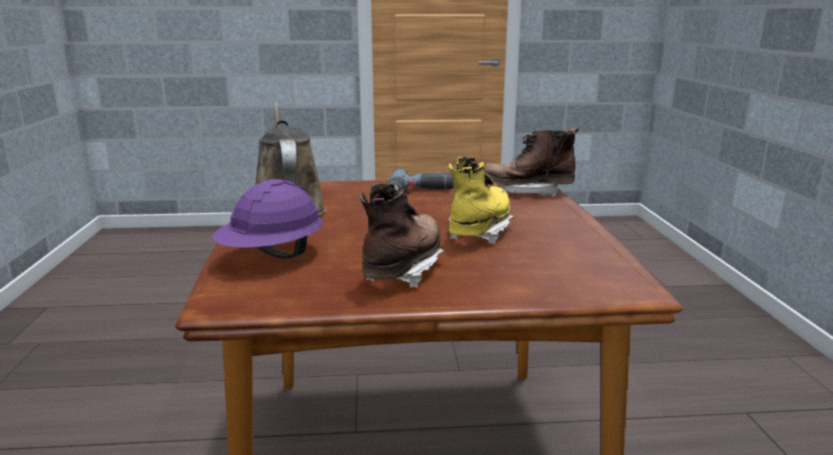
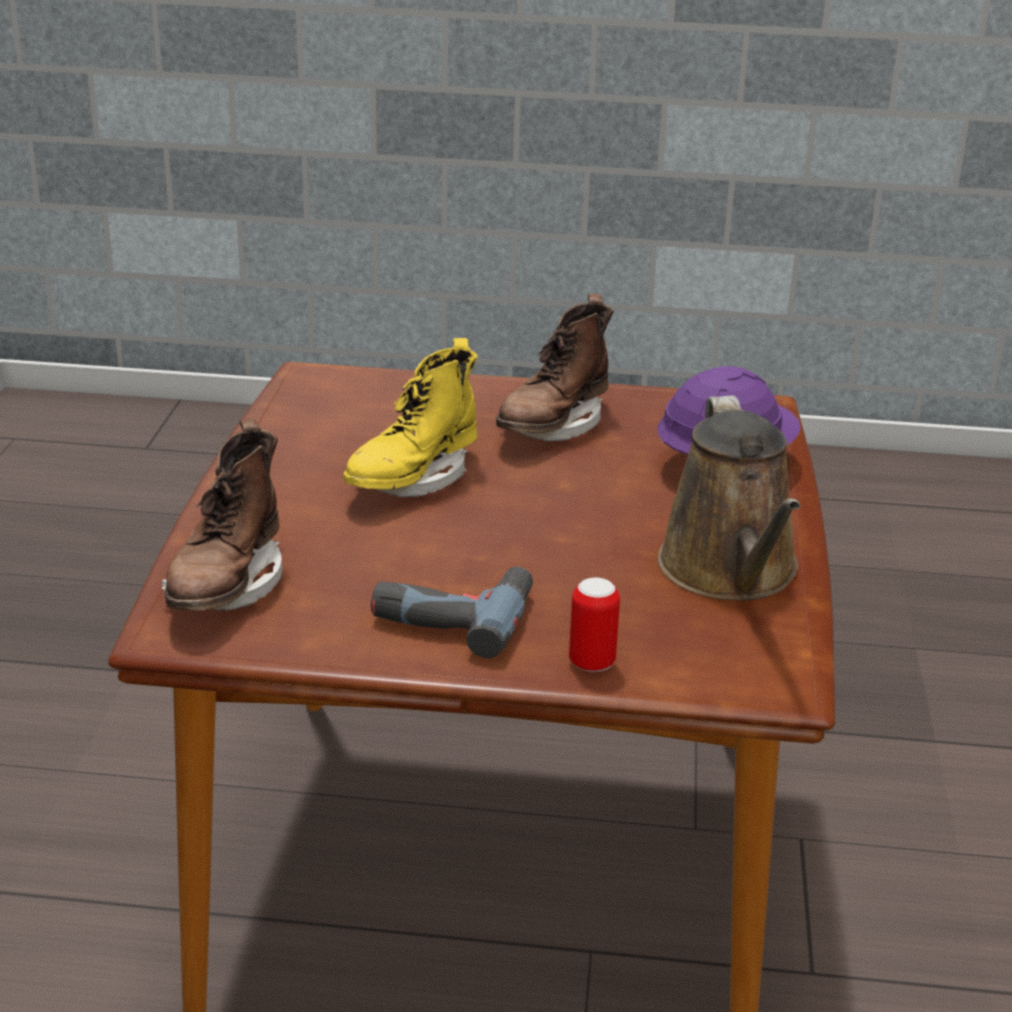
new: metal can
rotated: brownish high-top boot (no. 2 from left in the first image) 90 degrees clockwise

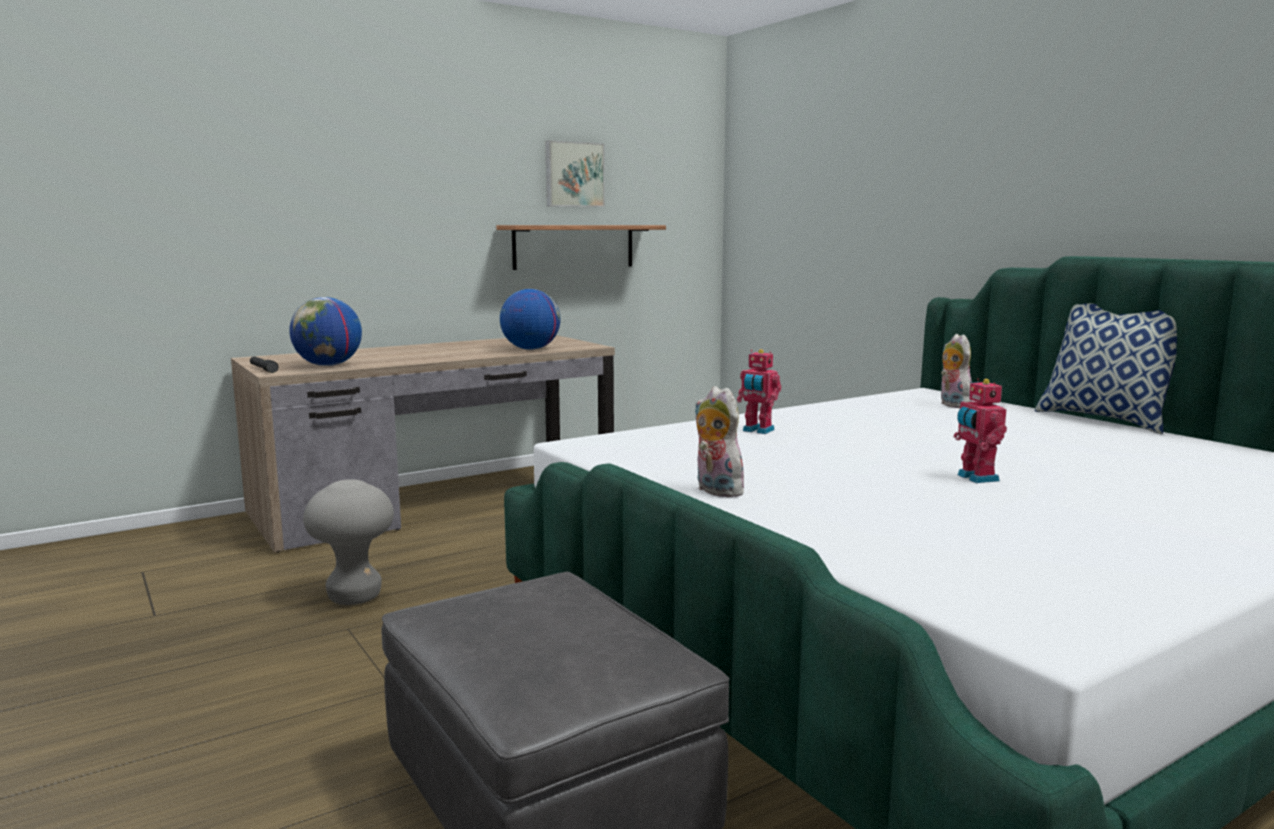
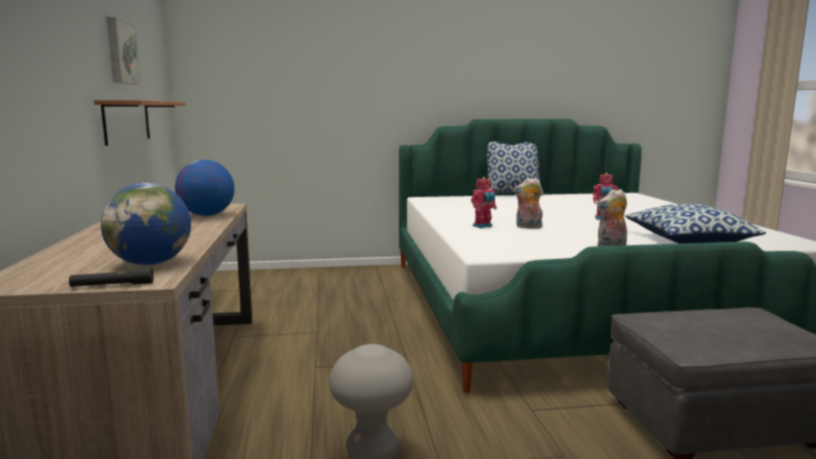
new: throw pillow (no. 2 from left)
shifted: cuddly toy (no. 2 from left in the first image) to cuddly toy (no. 1 from left)

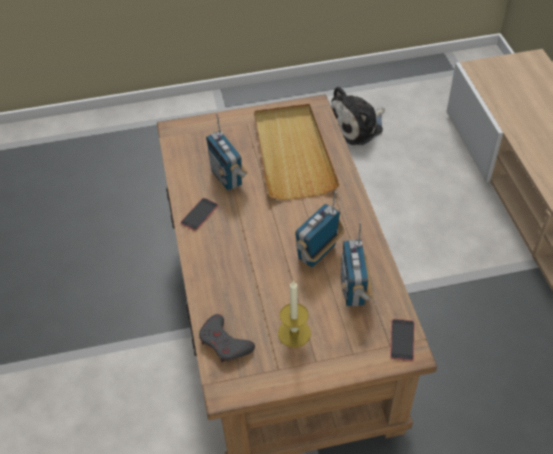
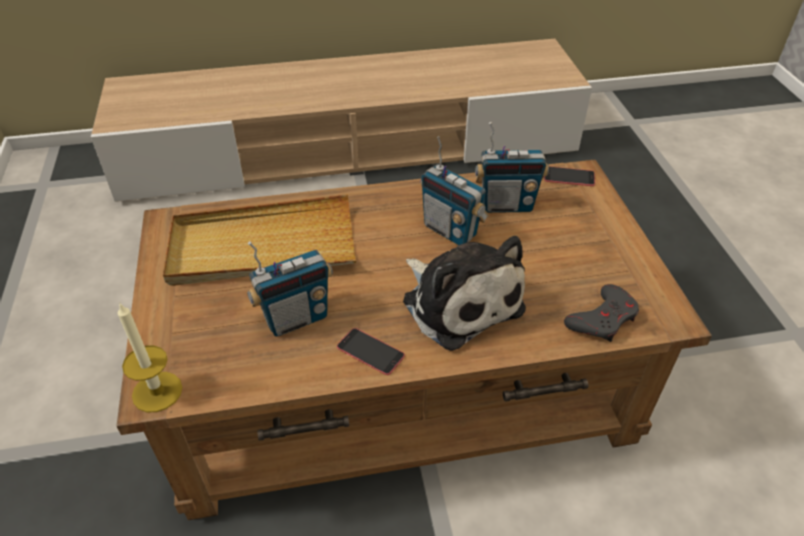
shifted: candle; cuddly toy

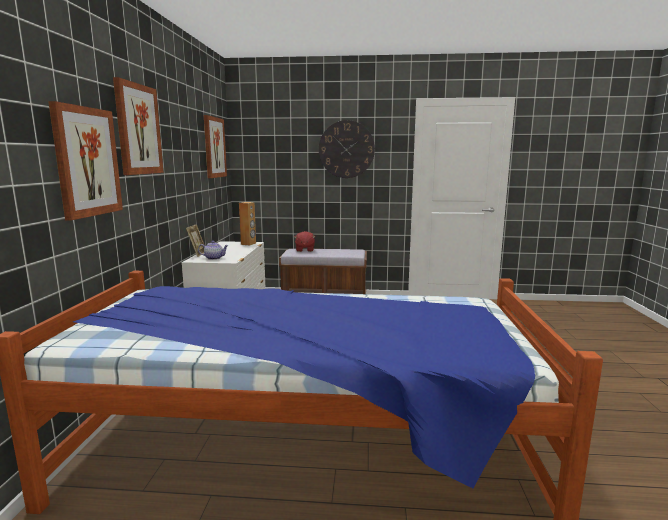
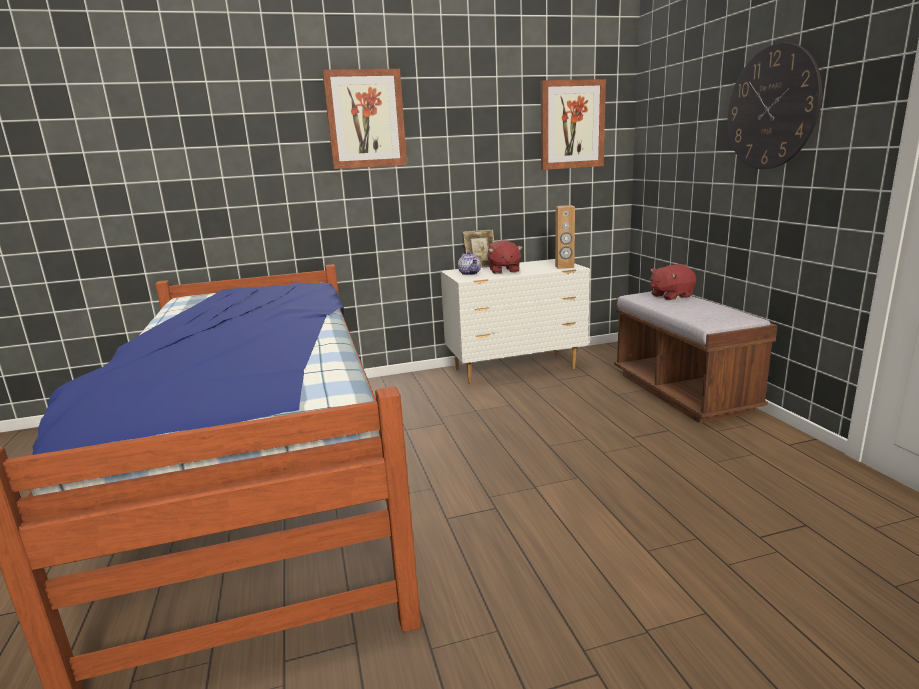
gone: picture (no. 1 from left)
new: reddish cuddly toy (no. 1 from left)

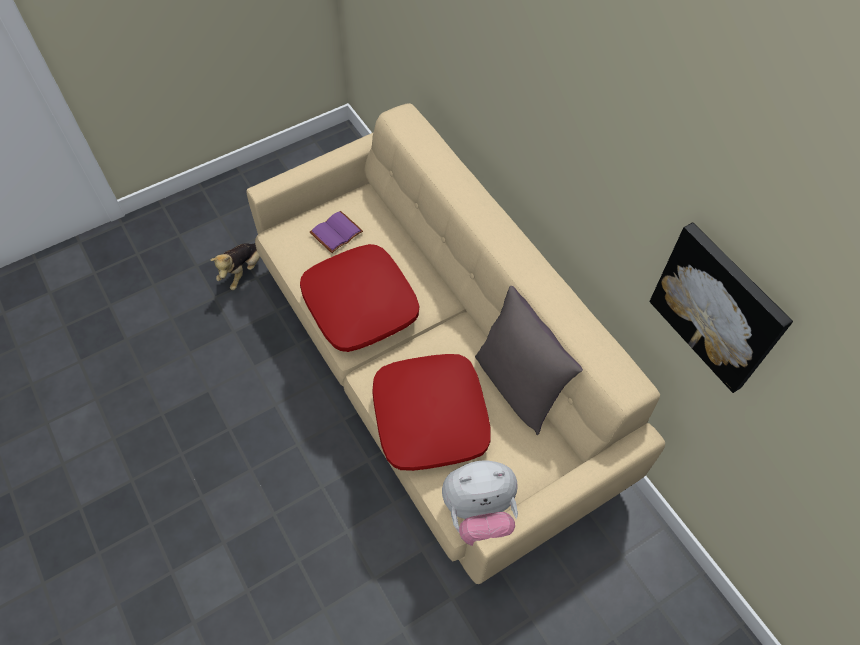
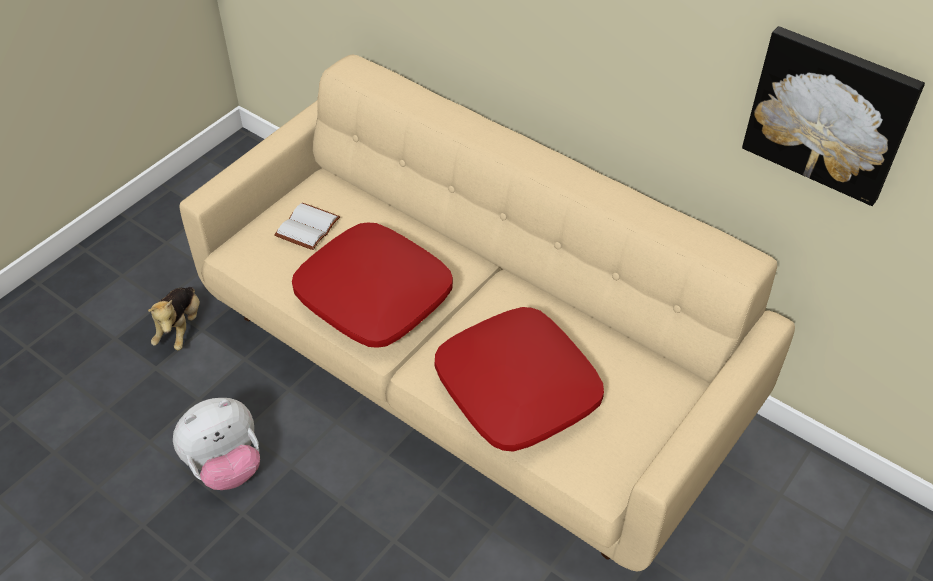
gone: gray throw pillow
shifted: cuddly toy (no. 2 from left)
repainted: purple-coloured bound book to white-coloured bound book

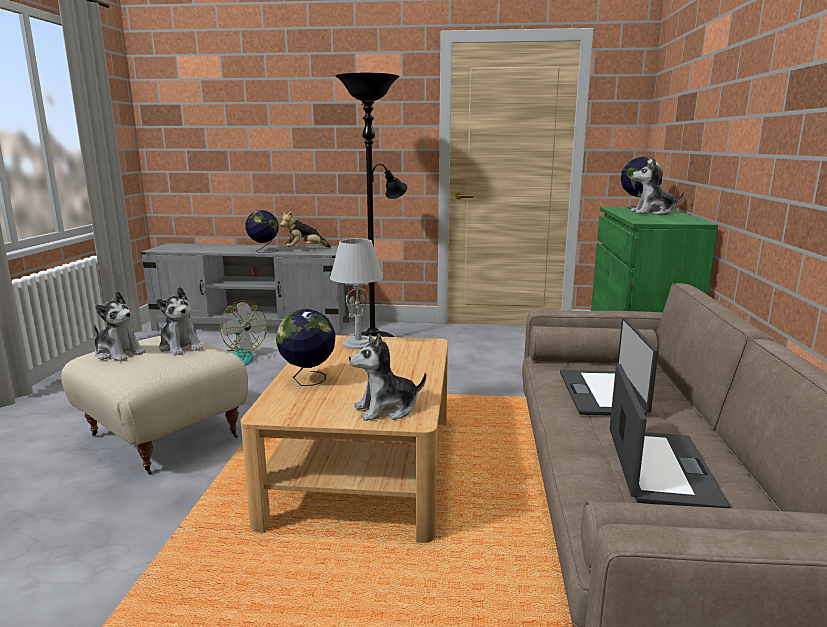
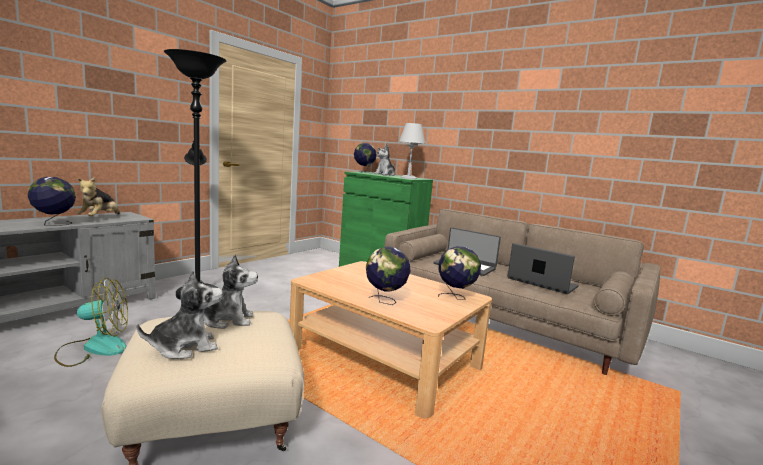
shifted: gray table lamp
swapped: cuddly toy (no. 4 from left) to desk globe (no. 4 from left)

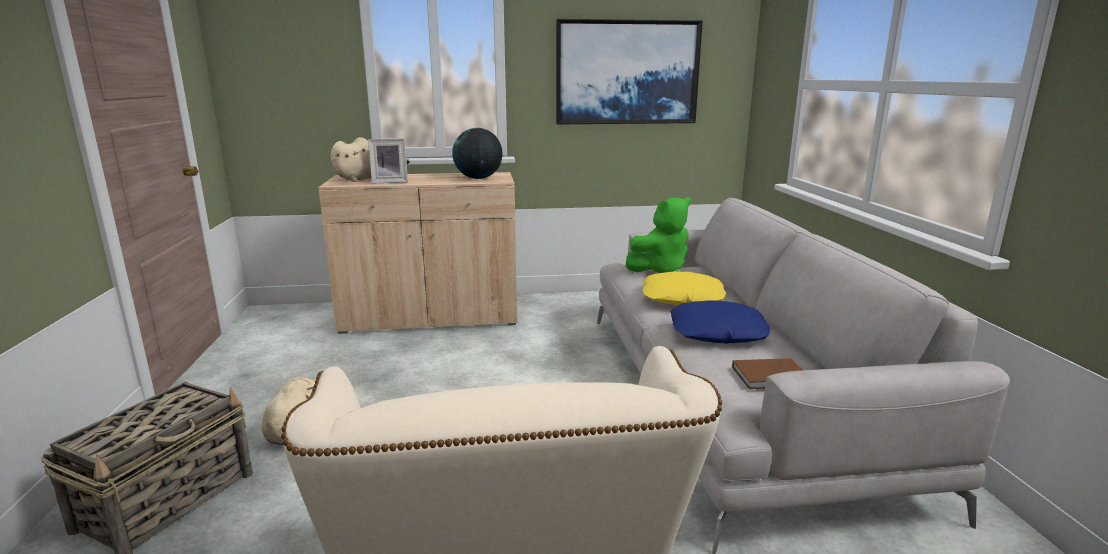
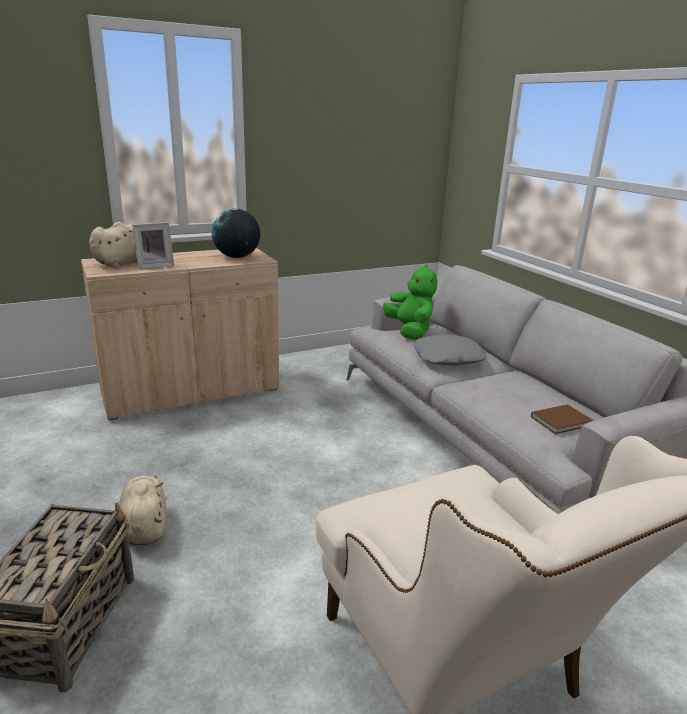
gone: picture; blue-coloured throw pillow
repainted: yellow throw pillow to gray throw pillow
rotated: greenish cuddly toy 60 degrees counterclockwise

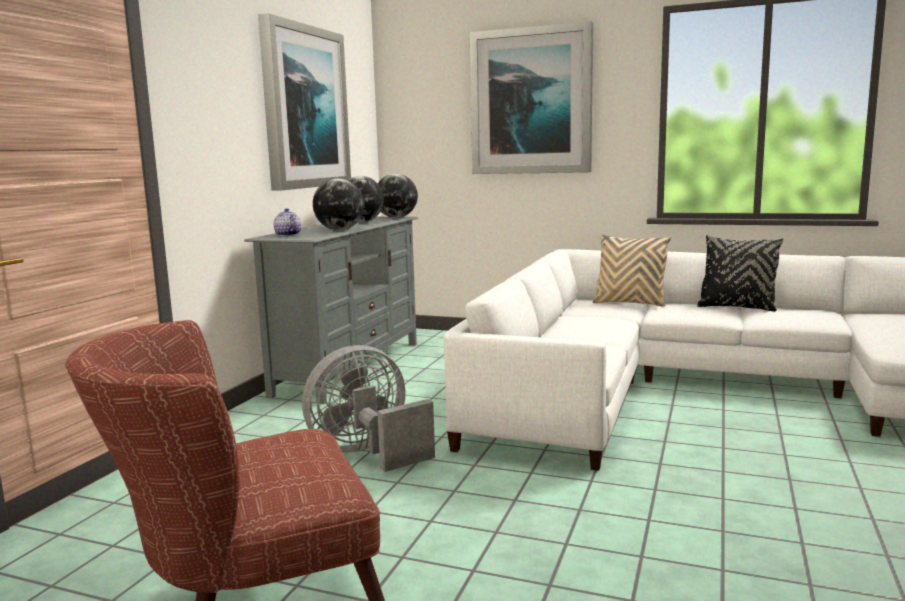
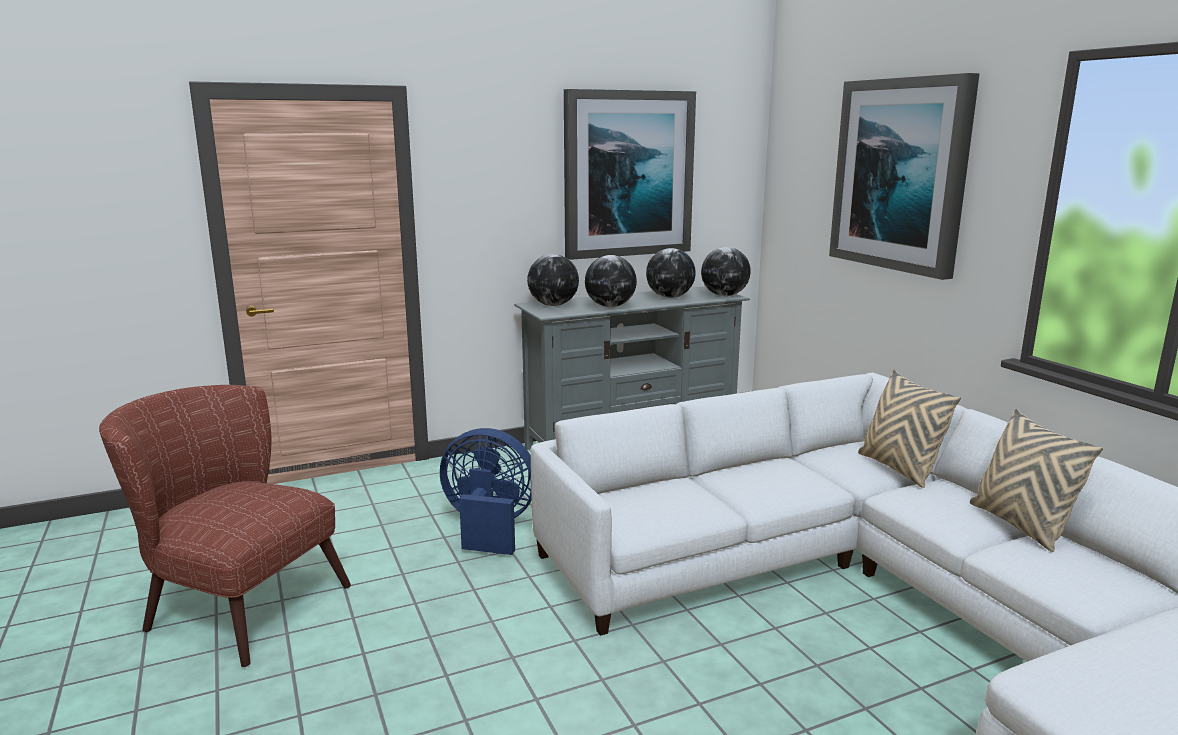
swapped: pot for tea to desk globe (no. 1 from left)
repainted: gray fan to blue-coloured fan; black throw pillow to beige throw pillow (no. 2 from left)

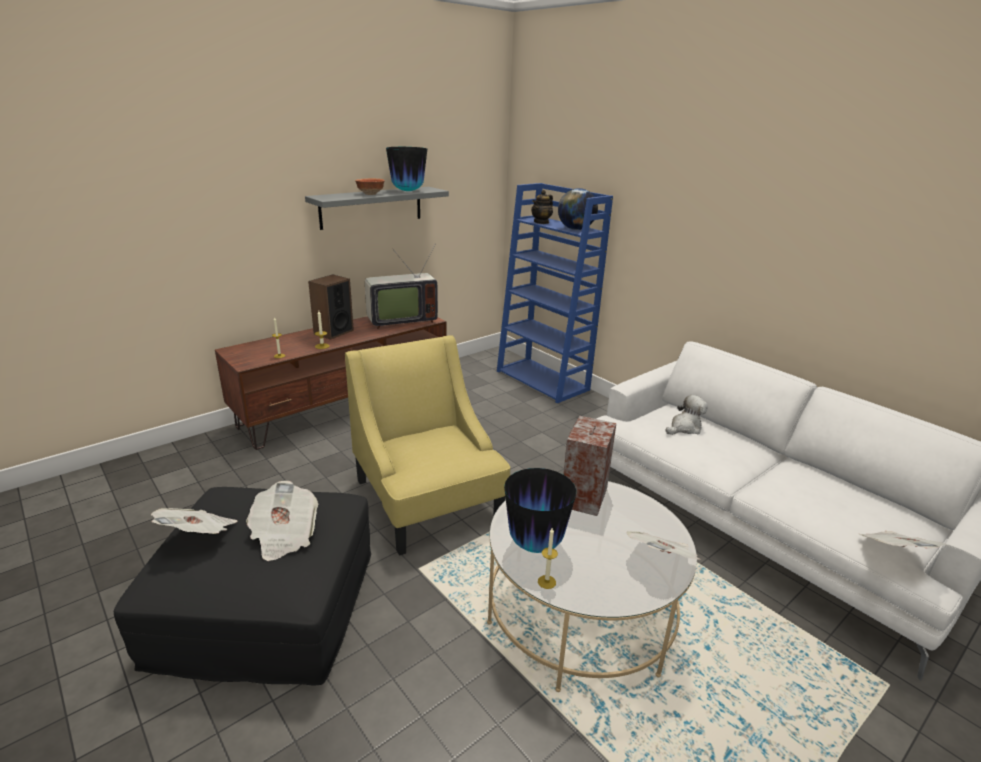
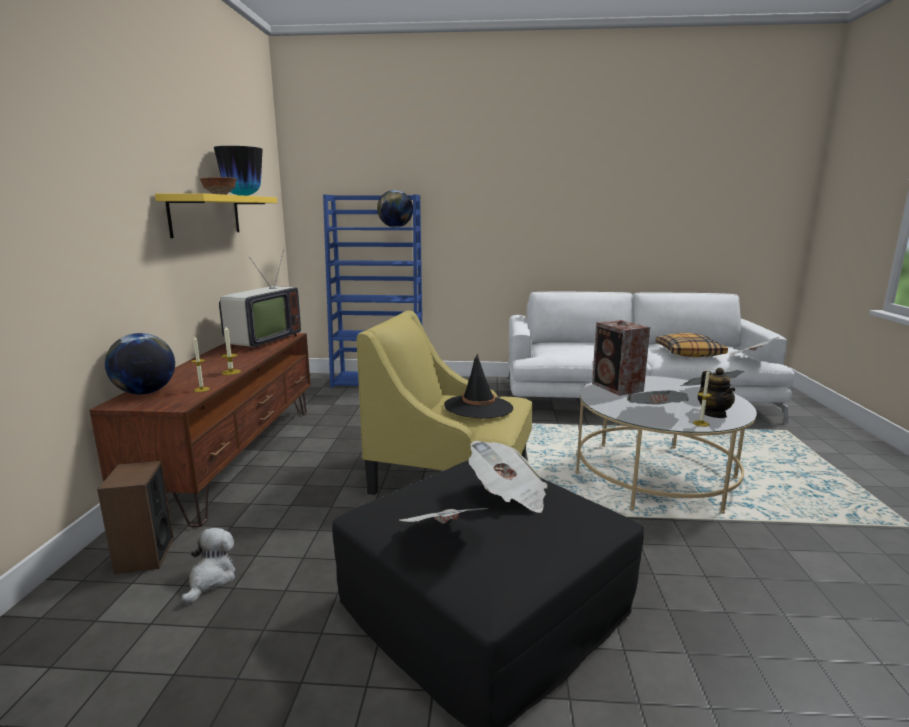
new: desk globe (no. 1 from left); black wearable hat; throw pillow
shifted: speaker (no. 1 from left); cuddly toy; pot for tea
swapped: vase (no. 2 from left) to newspaper (no. 3 from left)
repainted: gray wall shelf to yellow wall shelf

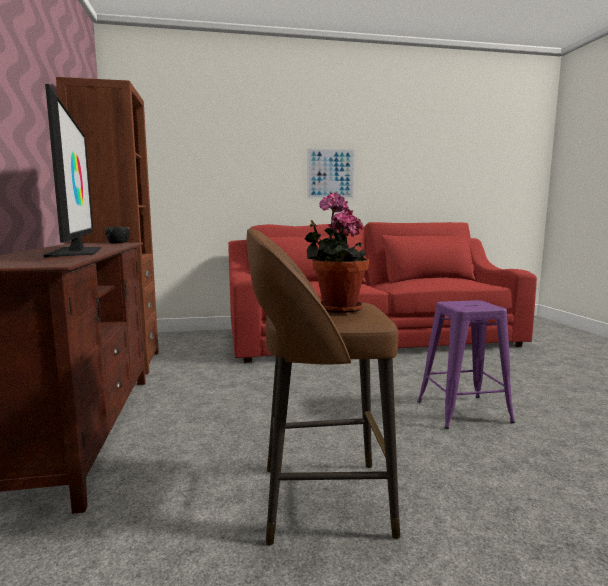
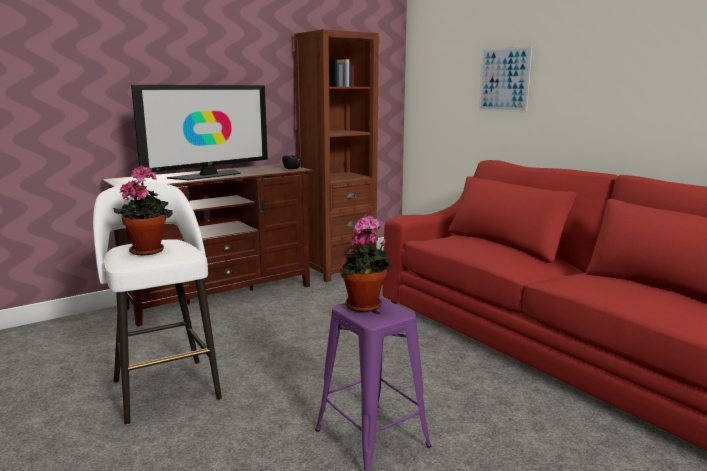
new: potted plant (no. 2 from left)
shifted: picture
repainted: brownish stool to white-coloured stool

